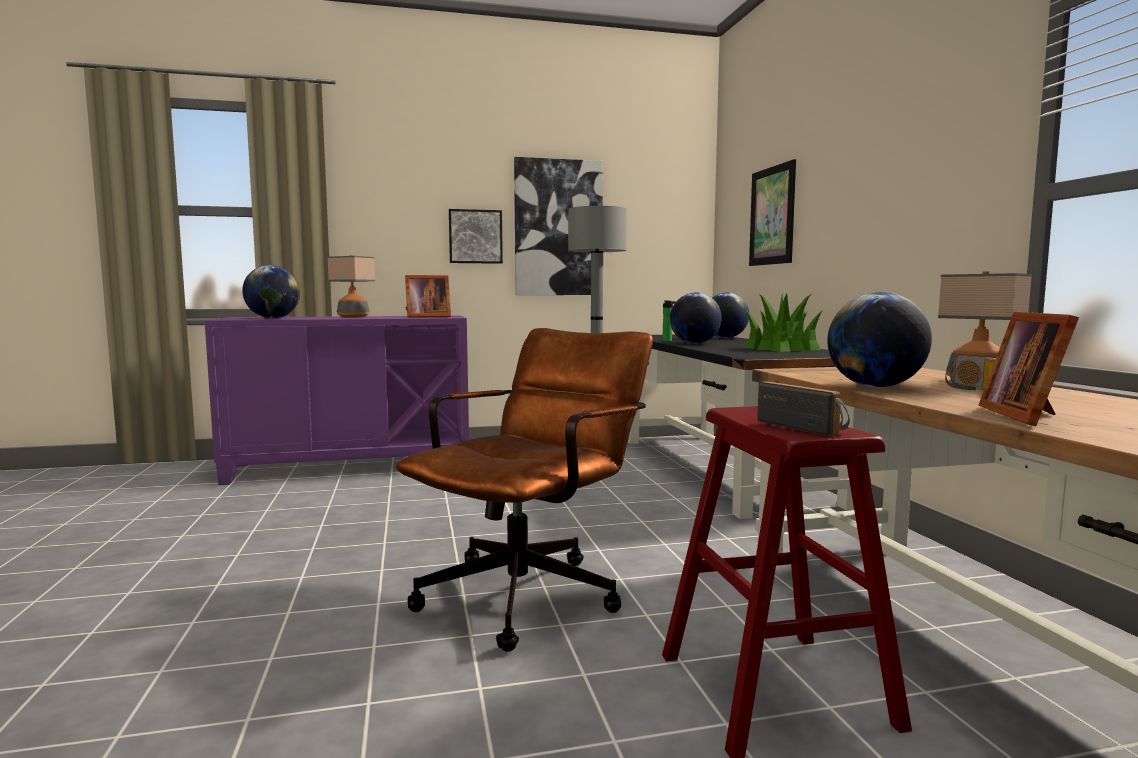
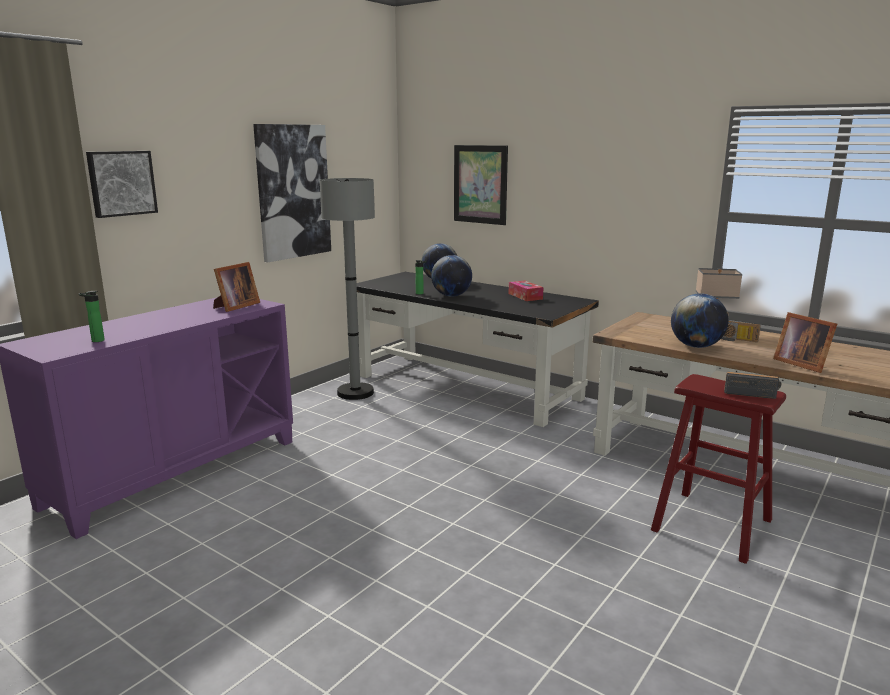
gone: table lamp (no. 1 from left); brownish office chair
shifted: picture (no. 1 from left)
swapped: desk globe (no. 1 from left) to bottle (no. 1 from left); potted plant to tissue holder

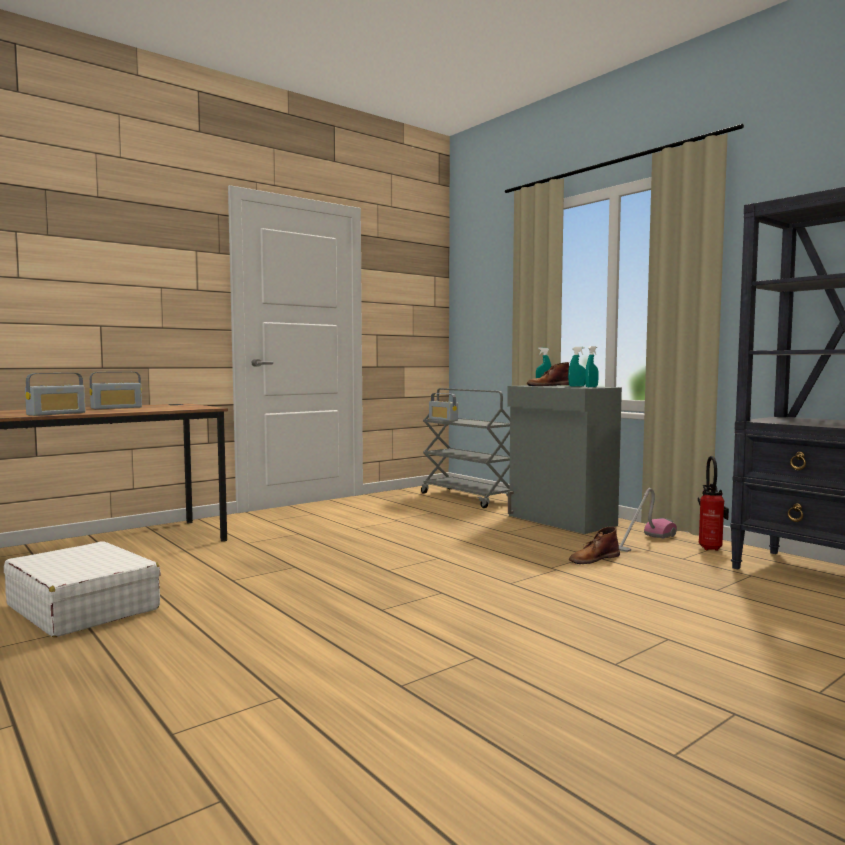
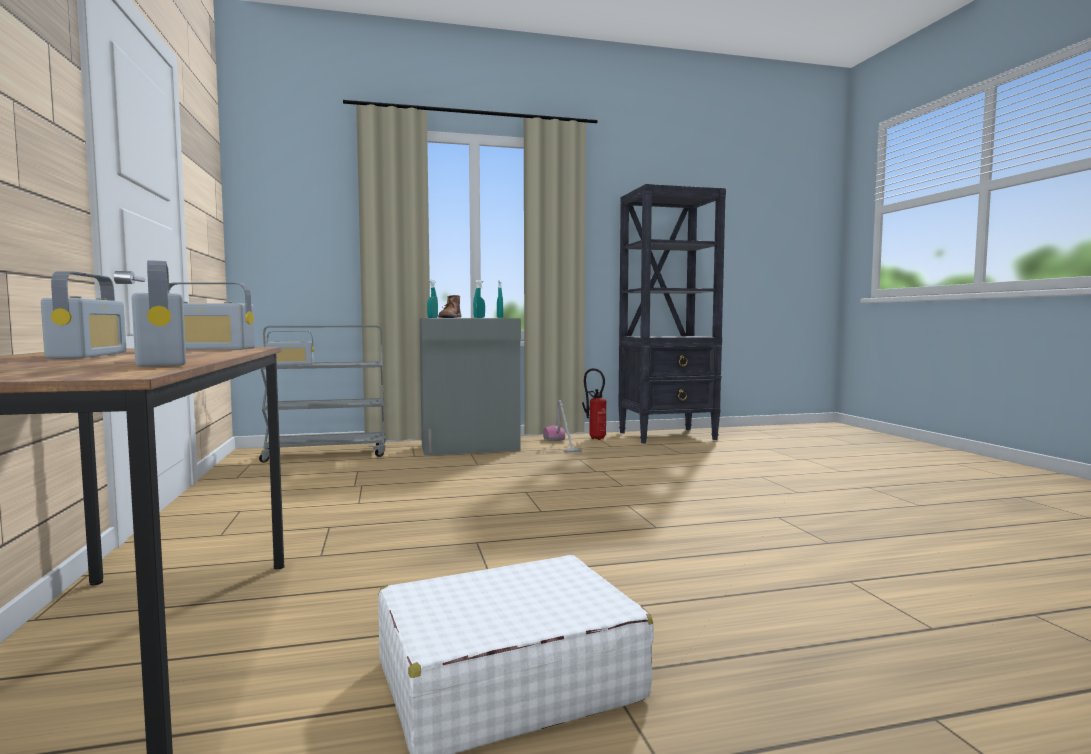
gone: brownish high-top boot (no. 2 from left)
new: radio set (no. 3 from left)

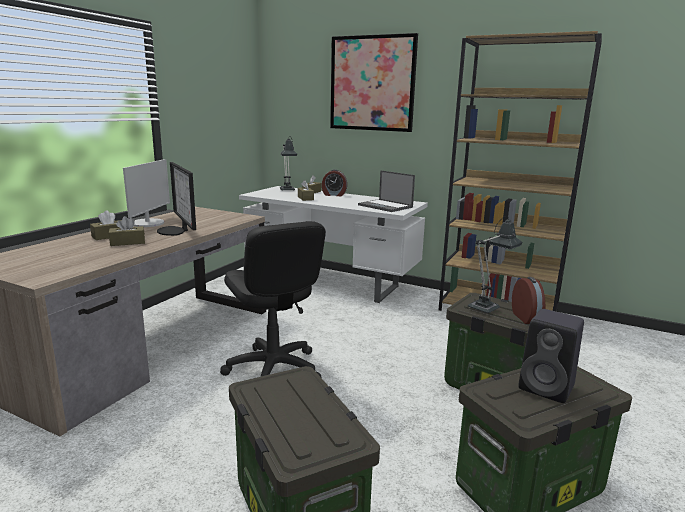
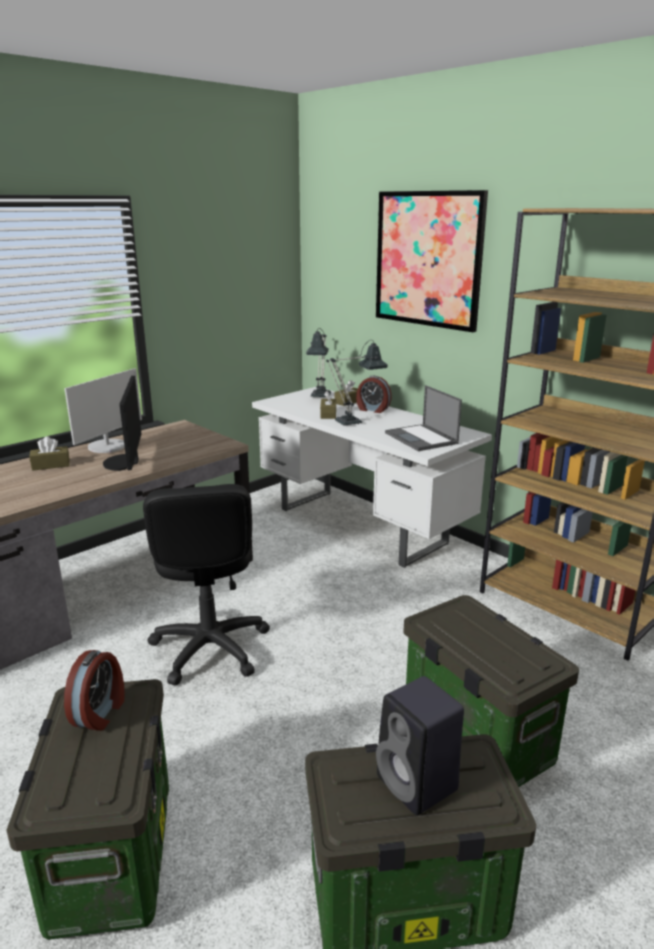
gone: brownish tissue holder (no. 2 from left)
shifted: bedside clock (no. 2 from left in the first image) to bedside clock (no. 1 from left); table lamp (no. 2 from left)

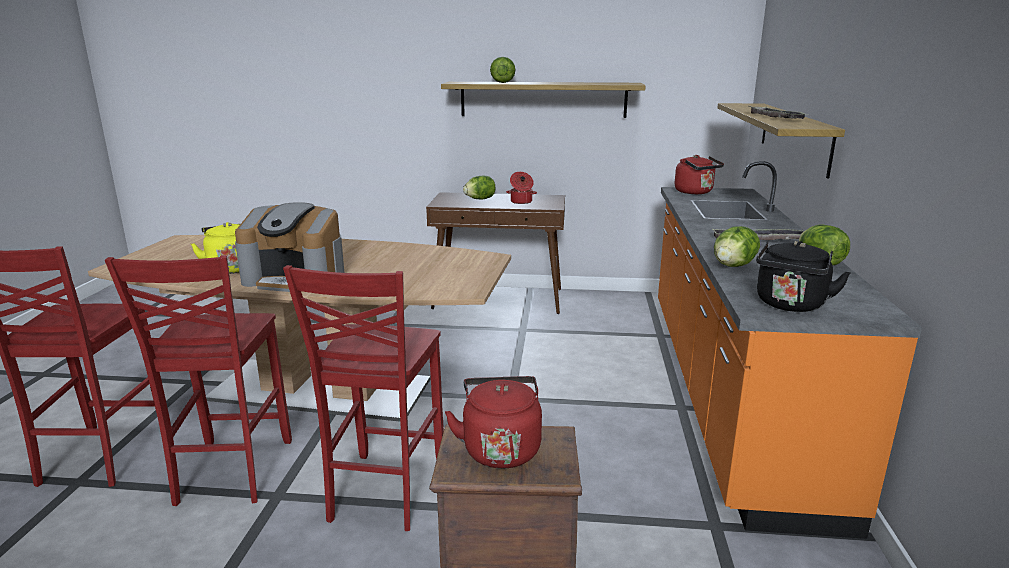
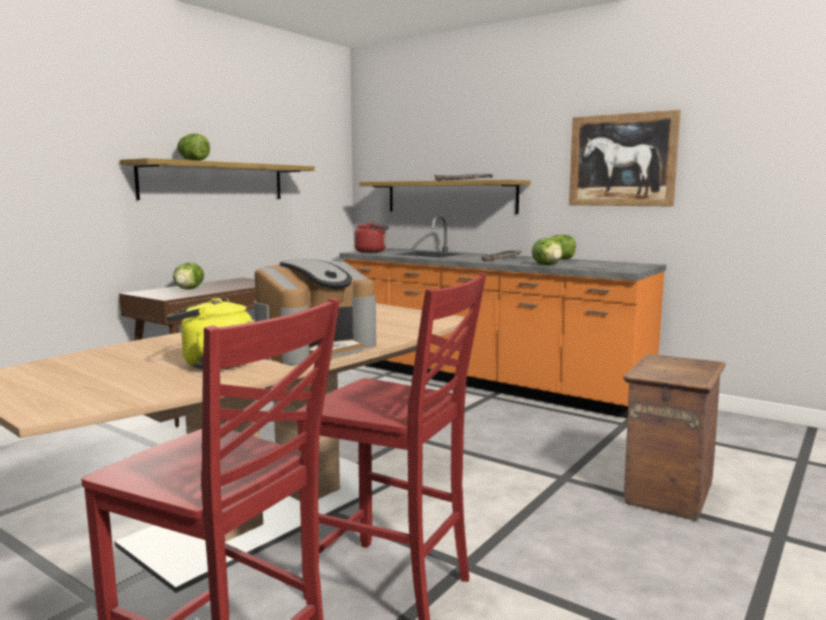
gone: reddish chair (no. 3 from left); reddish tea kettle (no. 1 from left); saucepot; black tea kettle
new: picture

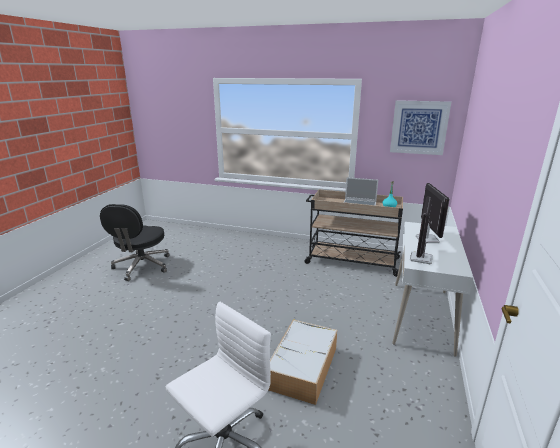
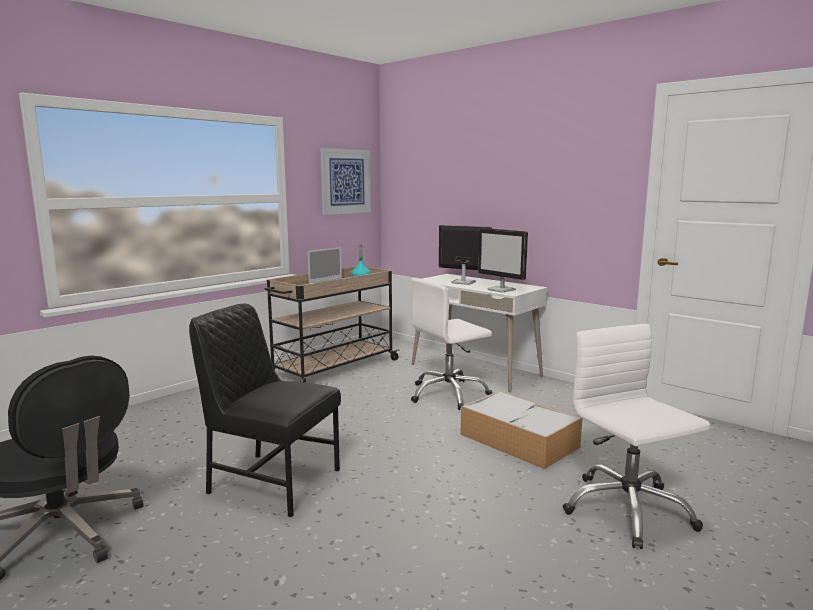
new: black chair; white-coloured office chair (no. 1 from left)

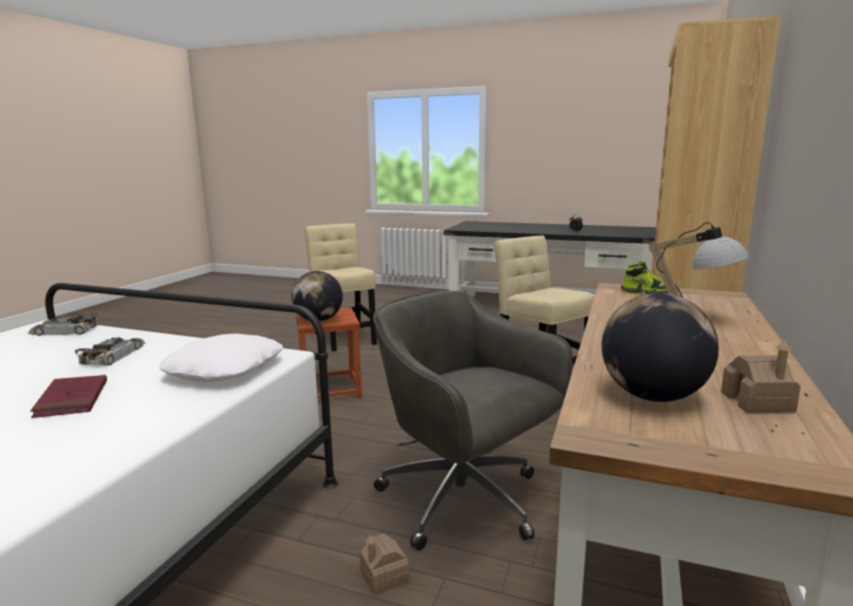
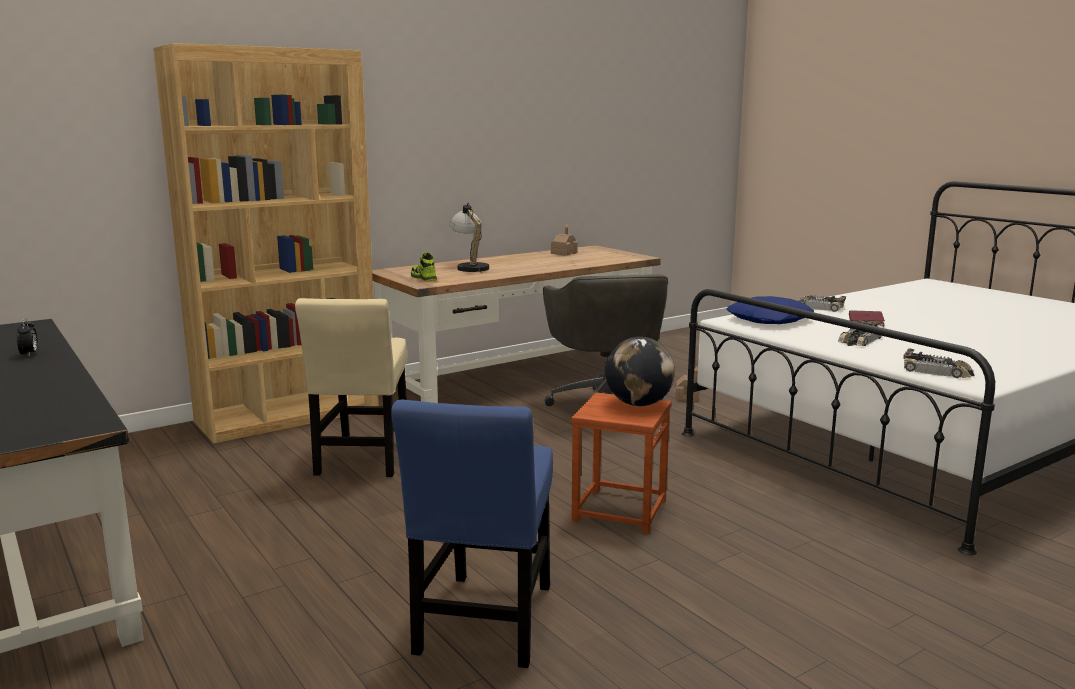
gone: desk globe (no. 2 from left)
new: model car (no. 1 from left)
repainted: beige chair (no. 1 from left) to blue-coloured chair; white-coloured throw pillow to blue-coloured throw pillow

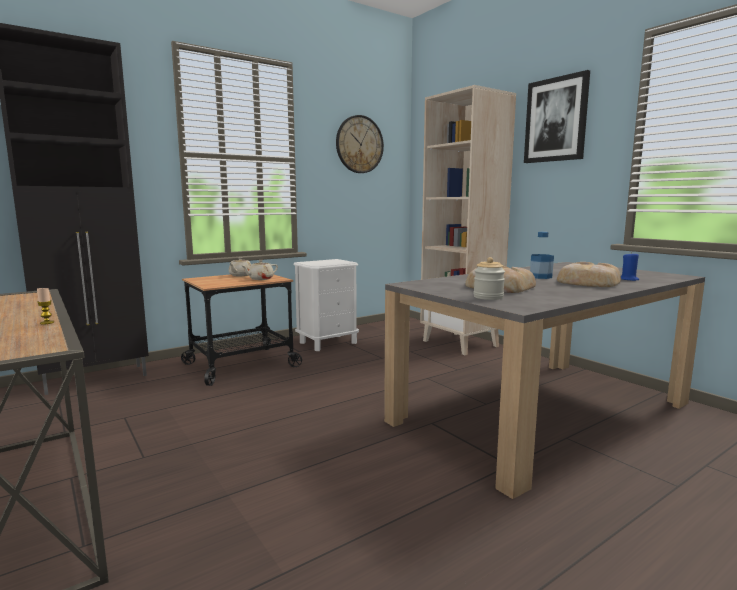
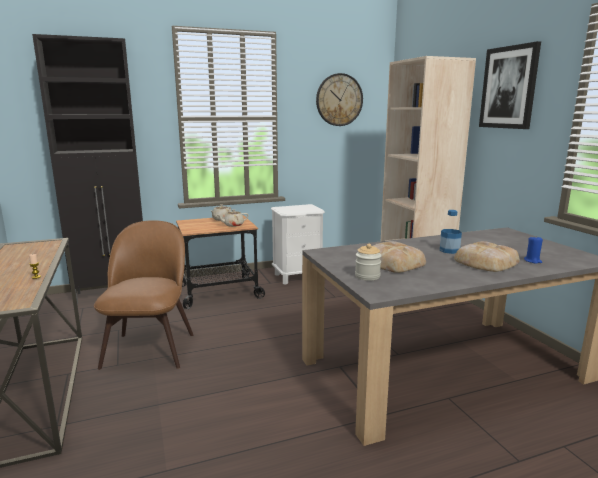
new: brownish chair

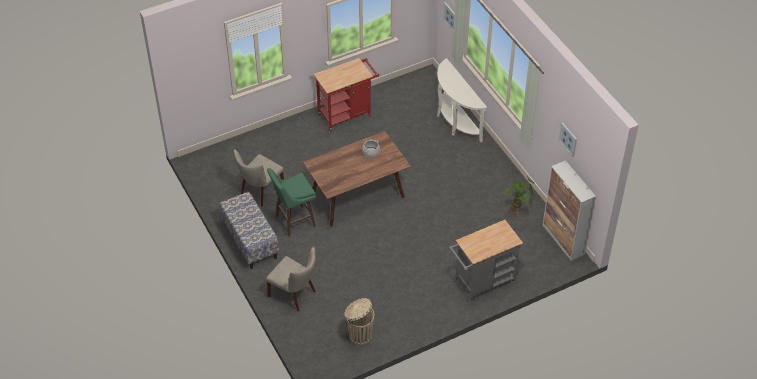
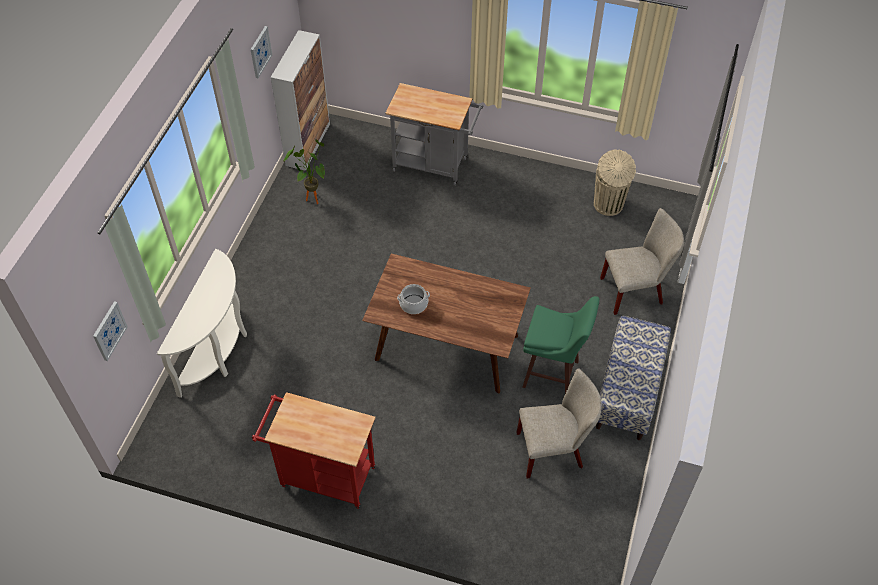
rotated: beige chair (no. 2 from left) 90 degrees clockwise

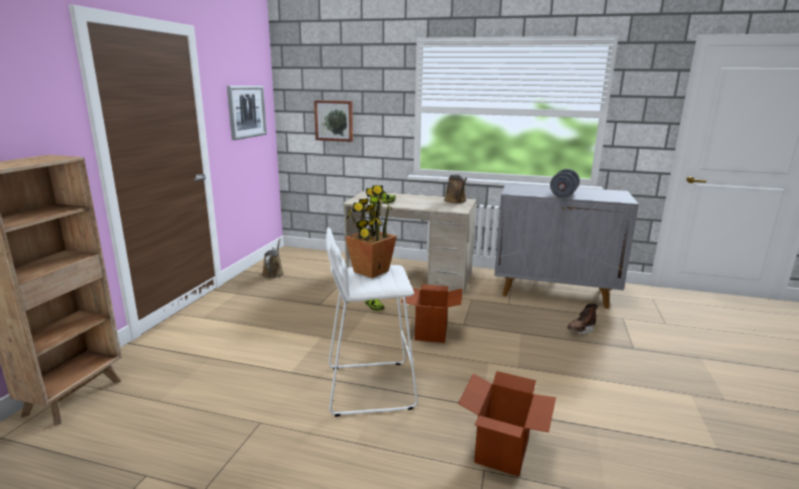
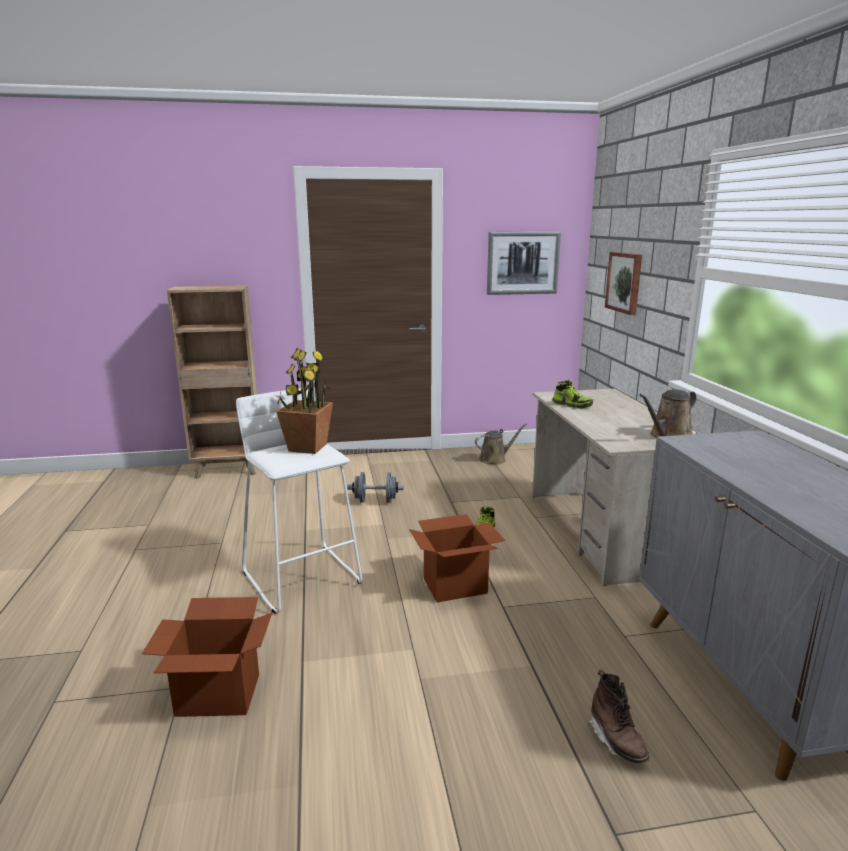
shifted: gray free weight
rotated: brownish high-top boot 135 degrees counterclockwise

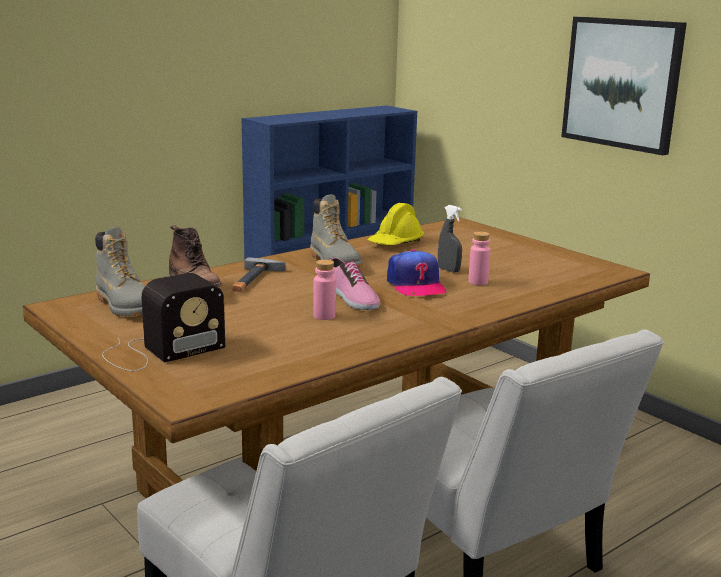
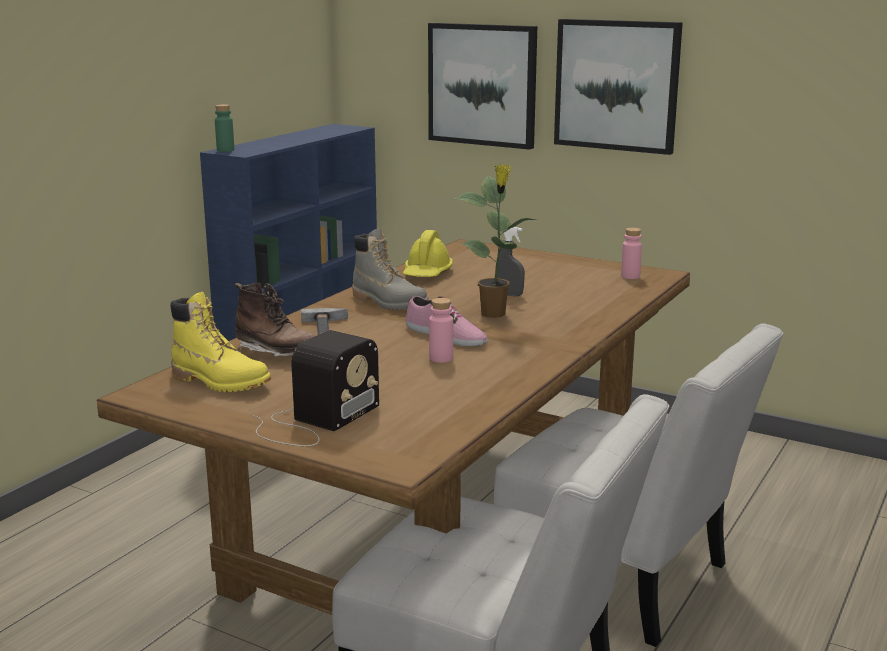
new: greenish bottle; picture (no. 1 from left)
shifted: pink bottle (no. 2 from left)
swapped: baseball cap to potted plant
repainted: gray high-top boot (no. 1 from left) to yellow high-top boot

